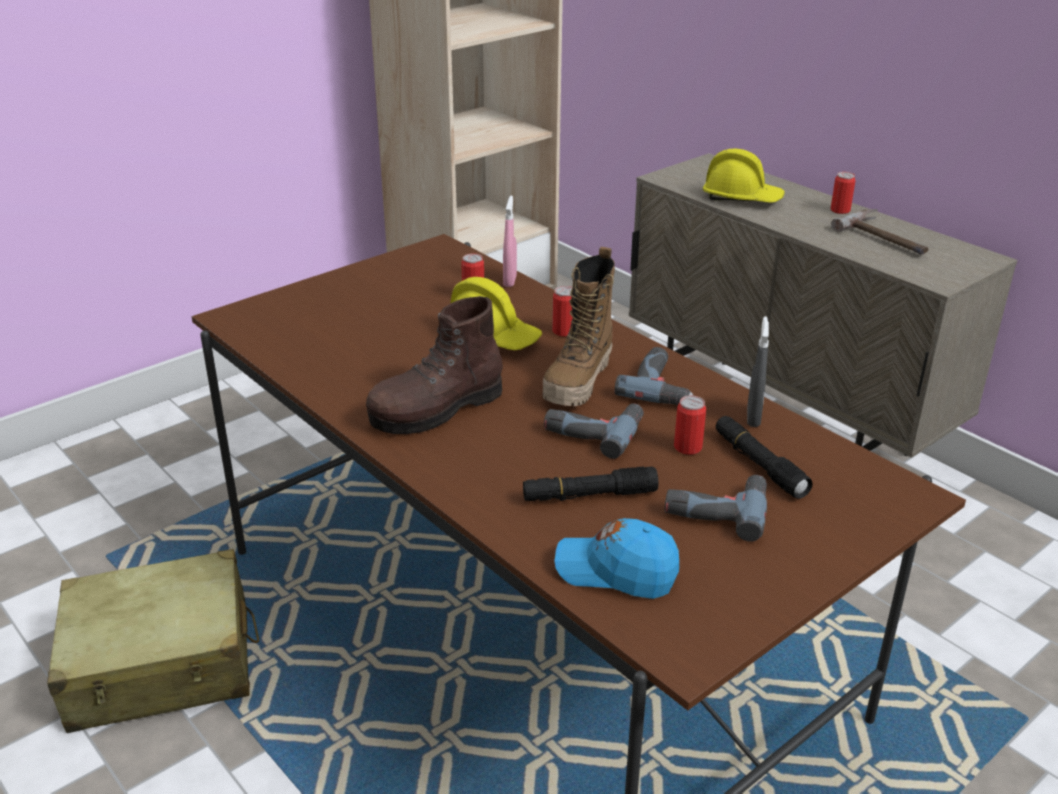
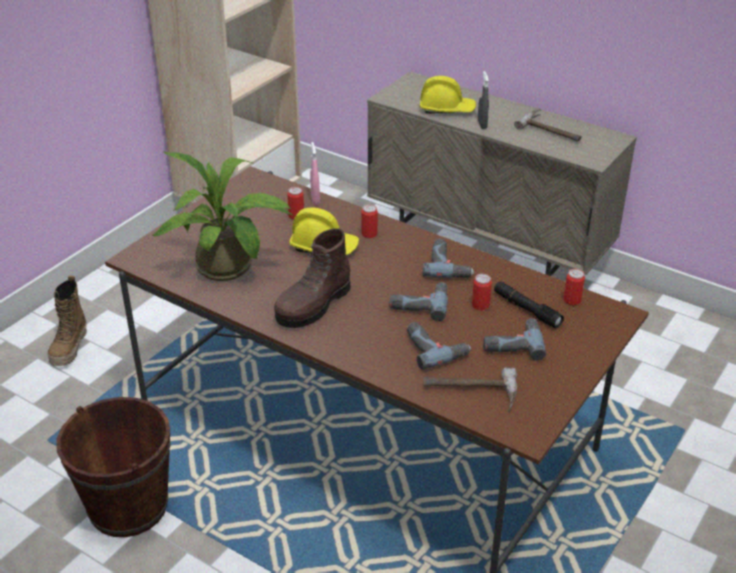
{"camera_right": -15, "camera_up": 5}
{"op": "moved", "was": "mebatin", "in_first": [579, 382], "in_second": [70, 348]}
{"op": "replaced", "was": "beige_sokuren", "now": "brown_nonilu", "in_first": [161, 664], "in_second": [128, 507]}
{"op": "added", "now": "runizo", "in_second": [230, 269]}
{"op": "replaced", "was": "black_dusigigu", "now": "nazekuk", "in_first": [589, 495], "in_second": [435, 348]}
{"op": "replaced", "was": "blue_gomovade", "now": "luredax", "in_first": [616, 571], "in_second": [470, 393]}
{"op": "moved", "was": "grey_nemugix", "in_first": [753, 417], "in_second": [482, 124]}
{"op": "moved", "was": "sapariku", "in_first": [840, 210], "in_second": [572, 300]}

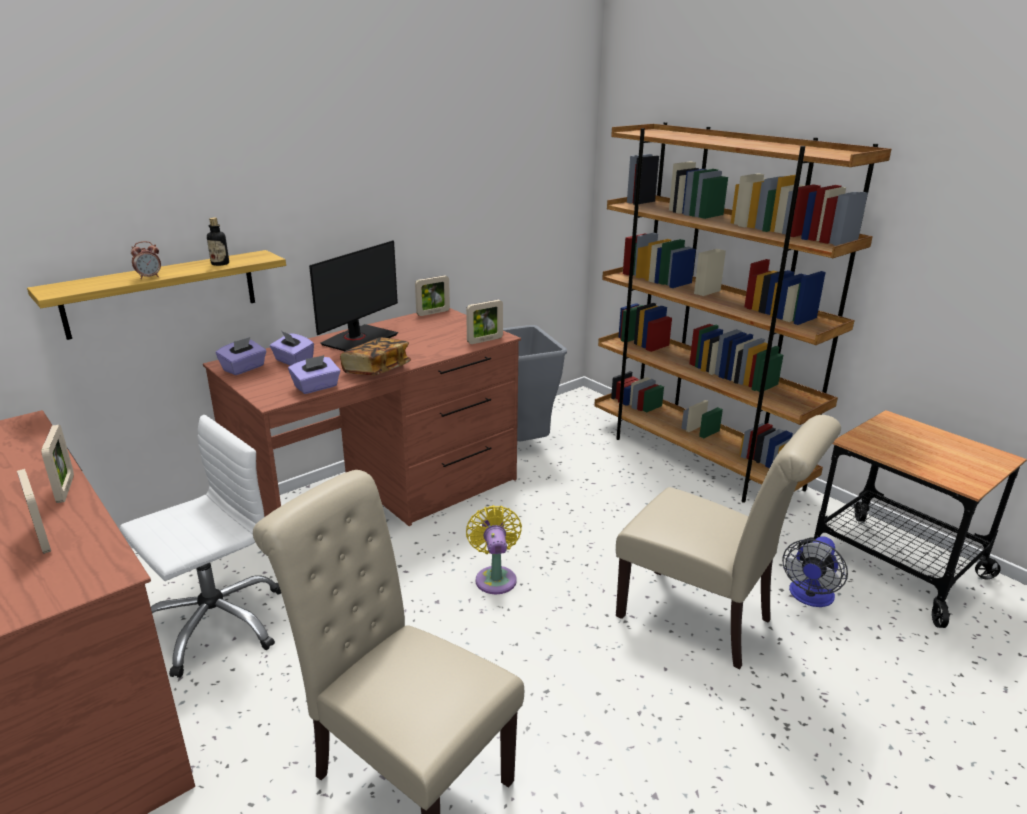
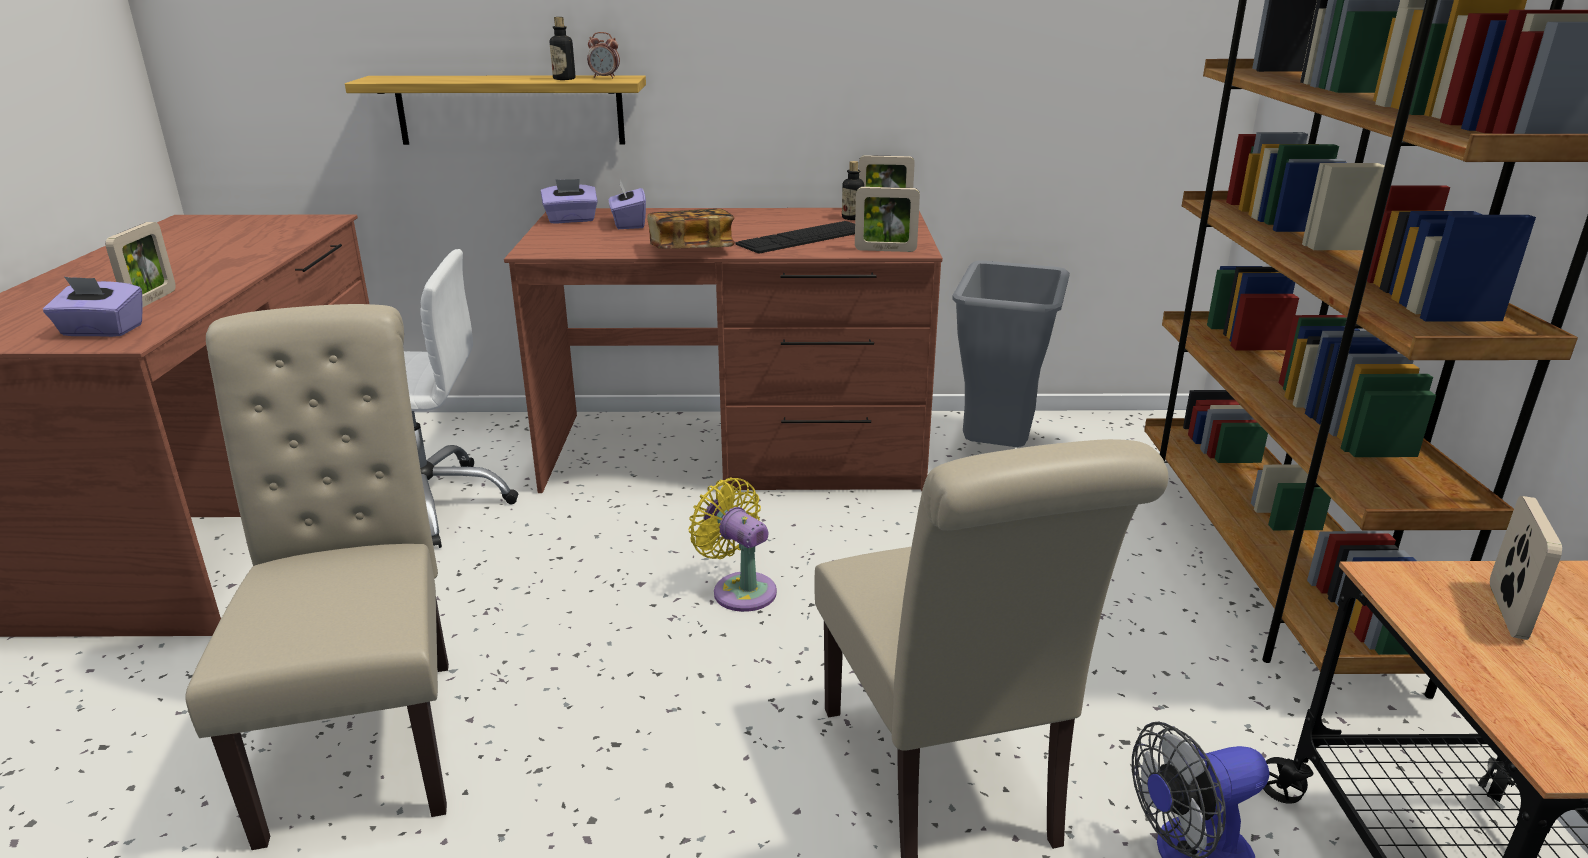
{"camera_right": 40, "camera_up": 0}
{"op": "moved", "was": "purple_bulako", "in_first": [316, 387], "in_second": [102, 331]}
{"op": "moved", "was": "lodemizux", "in_first": [149, 277], "in_second": [605, 77]}
{"op": "turned", "was": "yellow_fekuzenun", "in_first": [495, 577], "in_second": [740, 589], "clockwise": -75}
{"op": "added", "now": "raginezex", "in_second": [804, 237]}
{"op": "added", "now": "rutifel", "in_second": [852, 218]}
{"op": "moved", "was": "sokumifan", "in_first": [65, 489], "in_second": [1506, 611]}
{"op": "removed", "was": "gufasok", "in_first": [359, 339]}

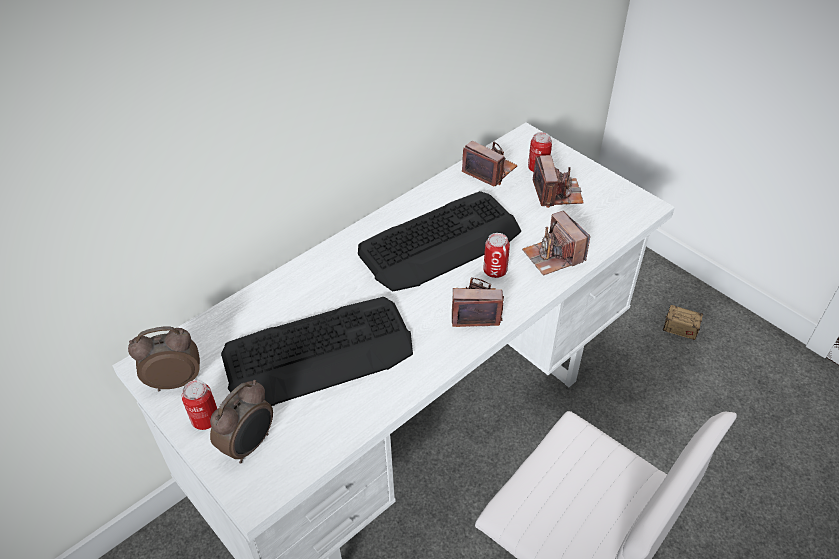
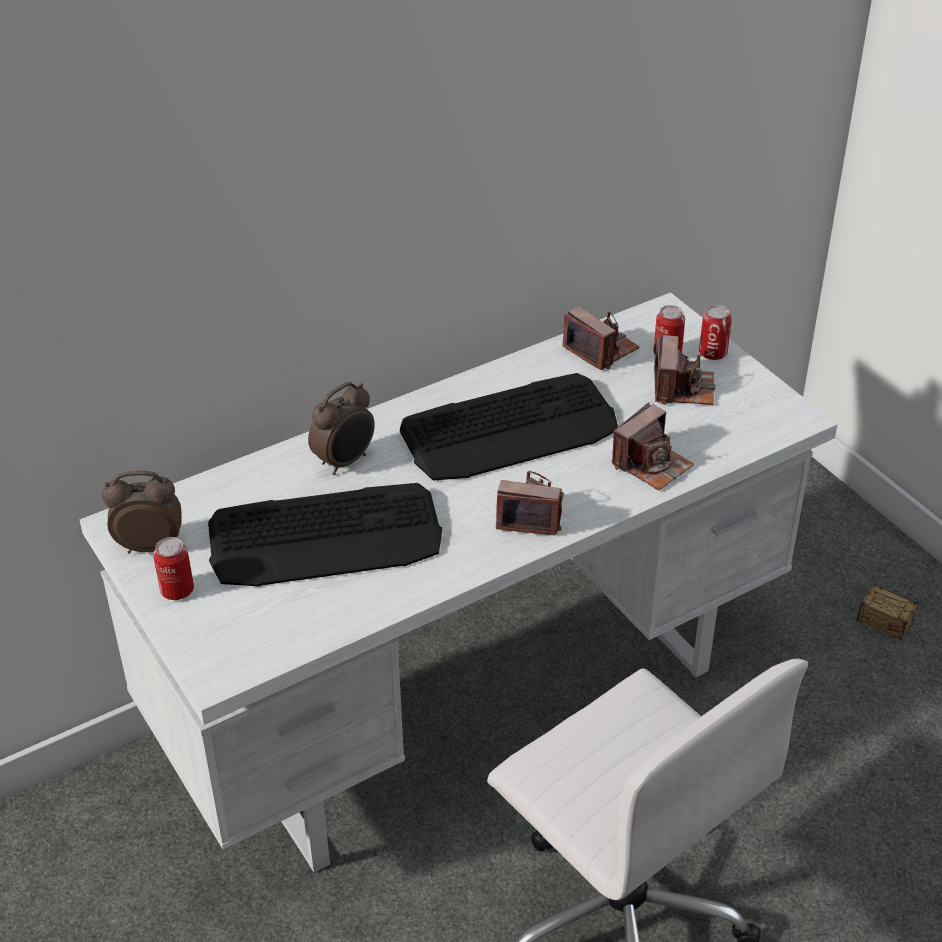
{"camera_right": 10, "camera_up": -5}
{"op": "moved", "was": "lodemizux", "in_first": [250, 445], "in_second": [345, 461]}
{"op": "turned", "was": "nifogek", "in_first": [553, 256], "in_second": [651, 464], "clockwise": -120}
{"op": "moved", "was": "sapariku", "in_first": [495, 271], "in_second": [712, 353]}

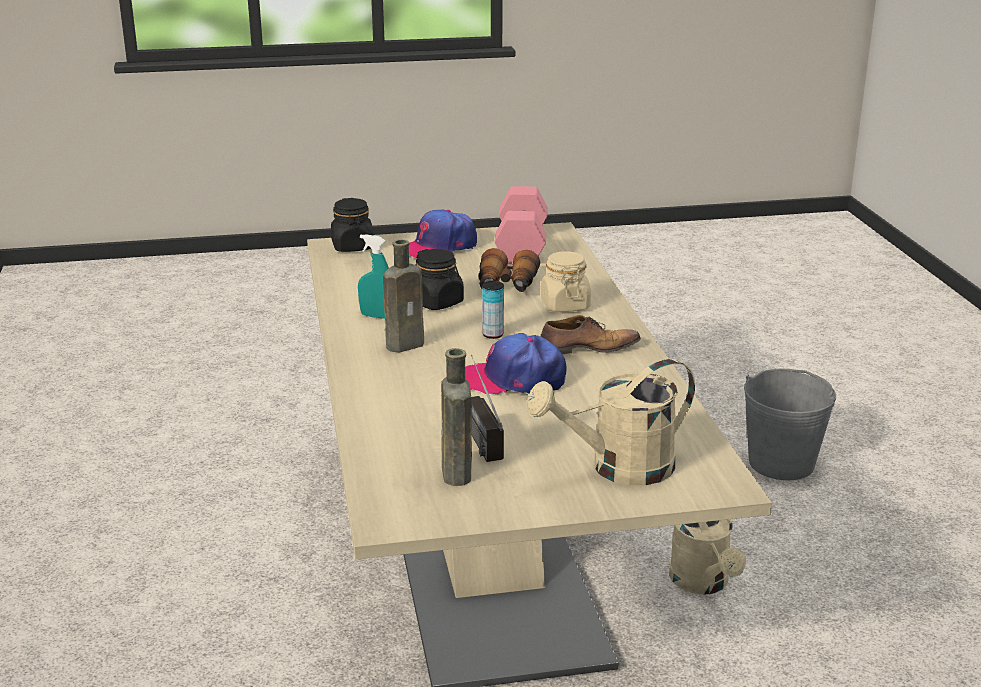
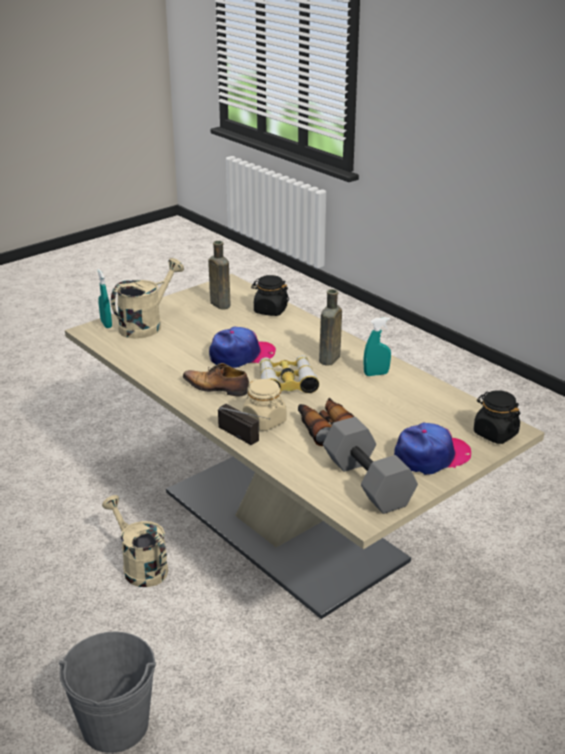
{"camera_right": 150, "camera_up": 5}
{"op": "added", "now": "turquoise_nemugix", "in_second": [106, 324]}
{"op": "turned", "was": "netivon", "in_first": [587, 349], "in_second": [217, 388], "clockwise": 60}
{"op": "moved", "was": "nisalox", "in_first": [477, 435], "in_second": [248, 438]}
{"op": "moved", "was": "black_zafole", "in_first": [437, 302], "in_second": [270, 310]}
{"op": "replaced", "was": "sapariku", "now": "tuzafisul", "in_first": [493, 334], "in_second": [286, 381]}
{"op": "recoloured", "was": "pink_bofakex", "now": "grey_bofakex", "in_first": [520, 245], "in_second": [369, 482]}
{"op": "turned", "was": "gomovade", "in_first": [439, 247], "in_second": [431, 456], "clockwise": 45}

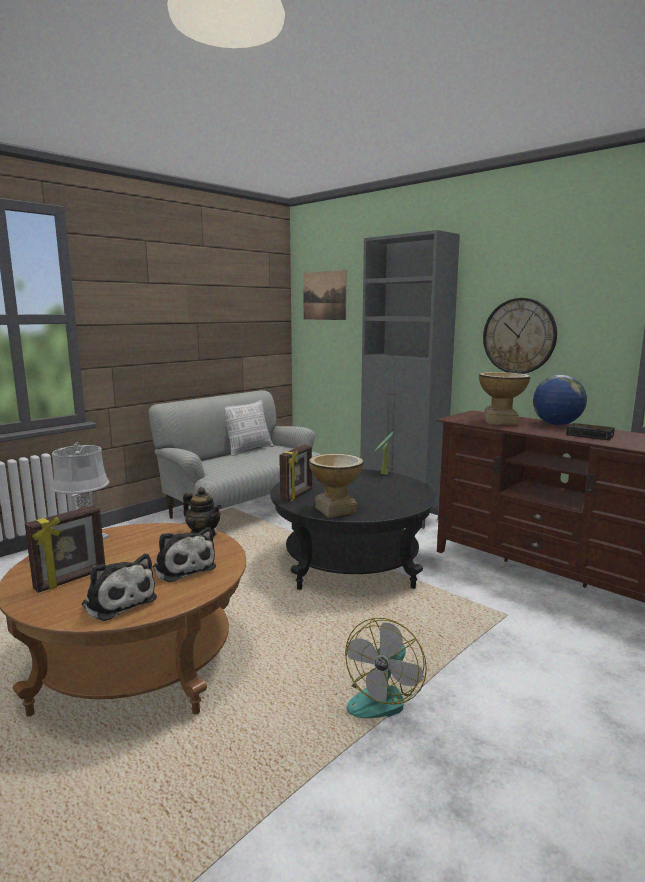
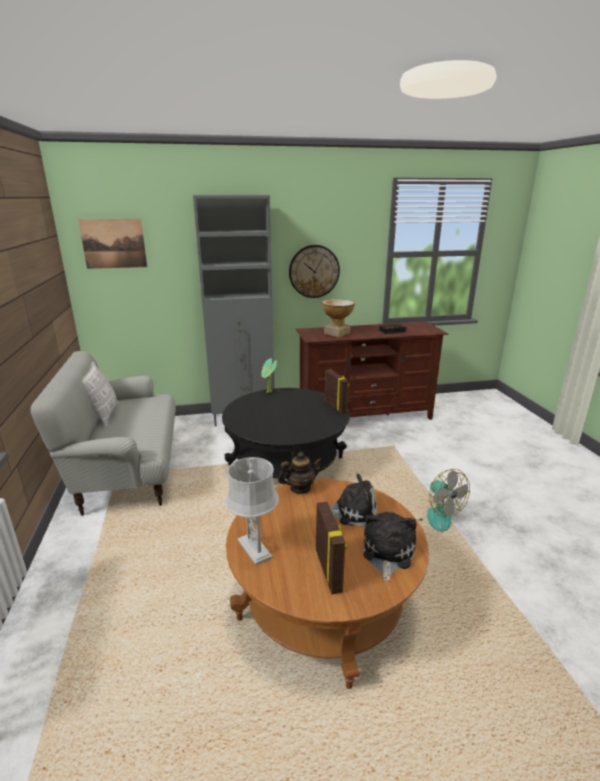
{"camera_right": -55, "camera_up": 10}
{"op": "moved", "was": "sokumifan", "in_first": [297, 495], "in_second": [336, 407]}
{"op": "turned", "was": "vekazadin", "in_first": [118, 601], "in_second": [387, 553], "clockwise": -60}
{"op": "removed", "was": "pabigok", "in_first": [335, 510]}
{"op": "removed", "was": "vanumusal", "in_first": [556, 424]}

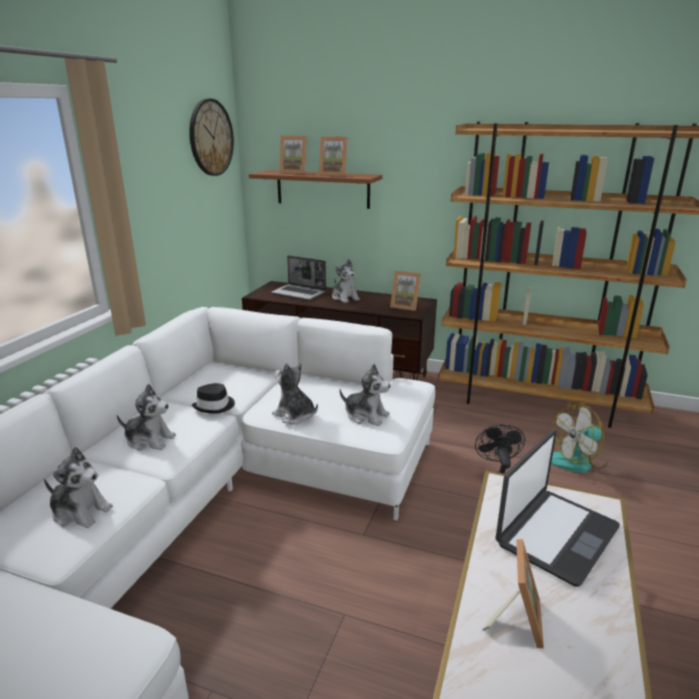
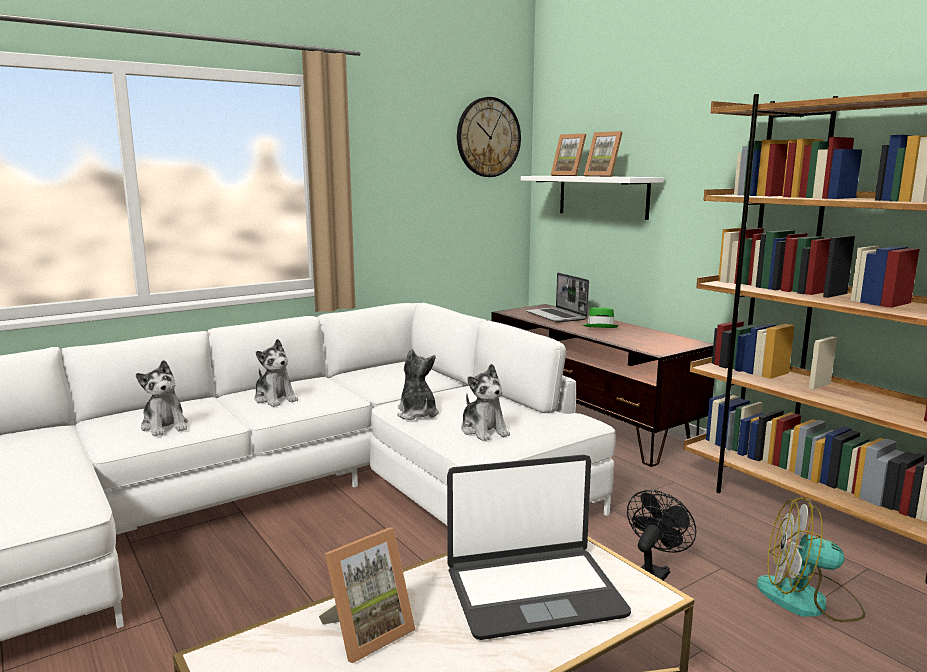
{"camera_right": 35, "camera_up": -10}
{"op": "recoloured", "was": "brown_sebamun", "now": "white_sebamun", "in_first": [322, 189], "in_second": [602, 196]}
{"op": "replaced", "was": "vekazadin", "now": "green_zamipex", "in_first": [345, 298], "in_second": [600, 326]}
{"op": "removed", "was": "black_zamipex", "in_first": [215, 406]}
{"op": "removed", "was": "sokumifan", "in_first": [405, 306]}

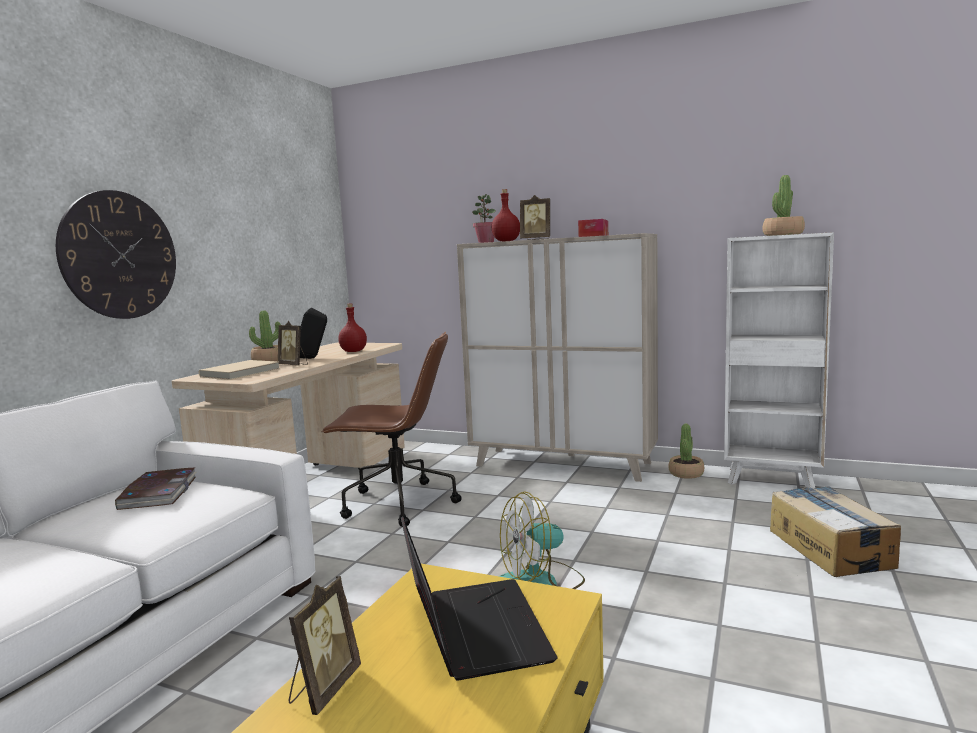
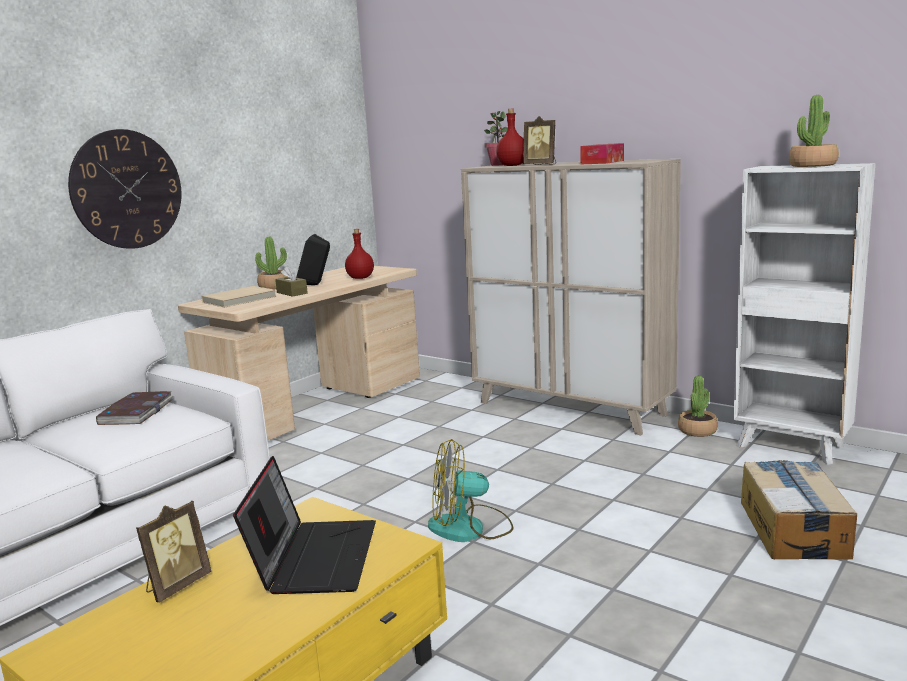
{"camera_right": 15, "camera_up": 5}
{"op": "replaced", "was": "sokumifan", "now": "brown_bulako", "in_first": [294, 365], "in_second": [292, 293]}
{"op": "removed", "was": "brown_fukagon", "in_first": [397, 504]}

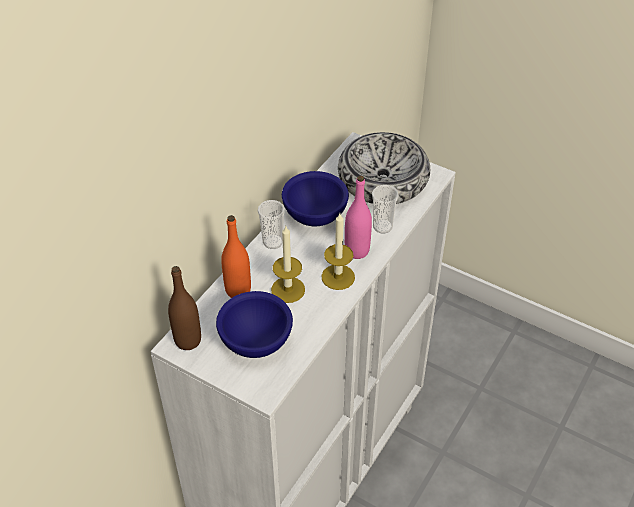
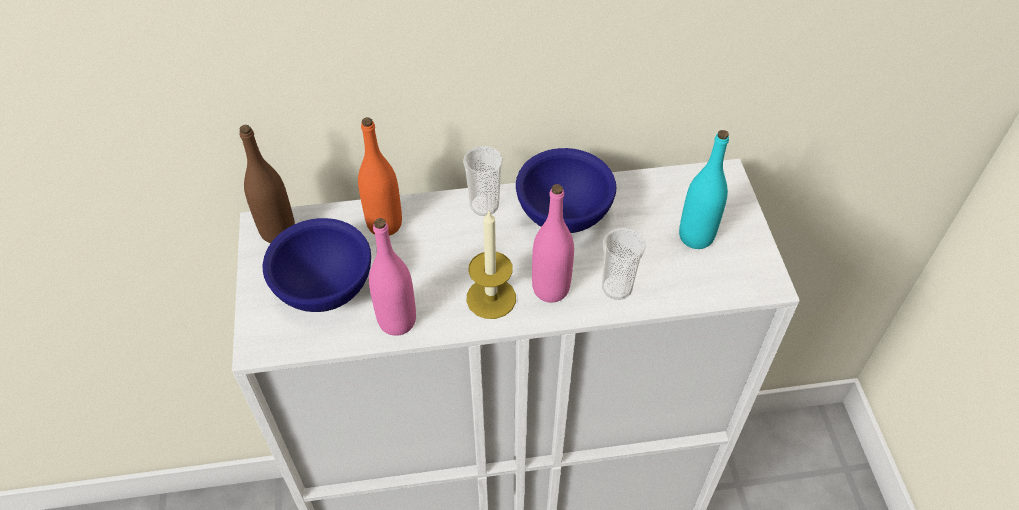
{"camera_right": 50, "camera_up": 5}
{"op": "added", "now": "pink_rutifel", "in_second": [397, 321]}
{"op": "replaced", "was": "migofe", "now": "turquoise_rutifel", "in_first": [383, 179], "in_second": [696, 236]}
{"op": "removed", "was": "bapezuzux", "in_first": [288, 289]}

